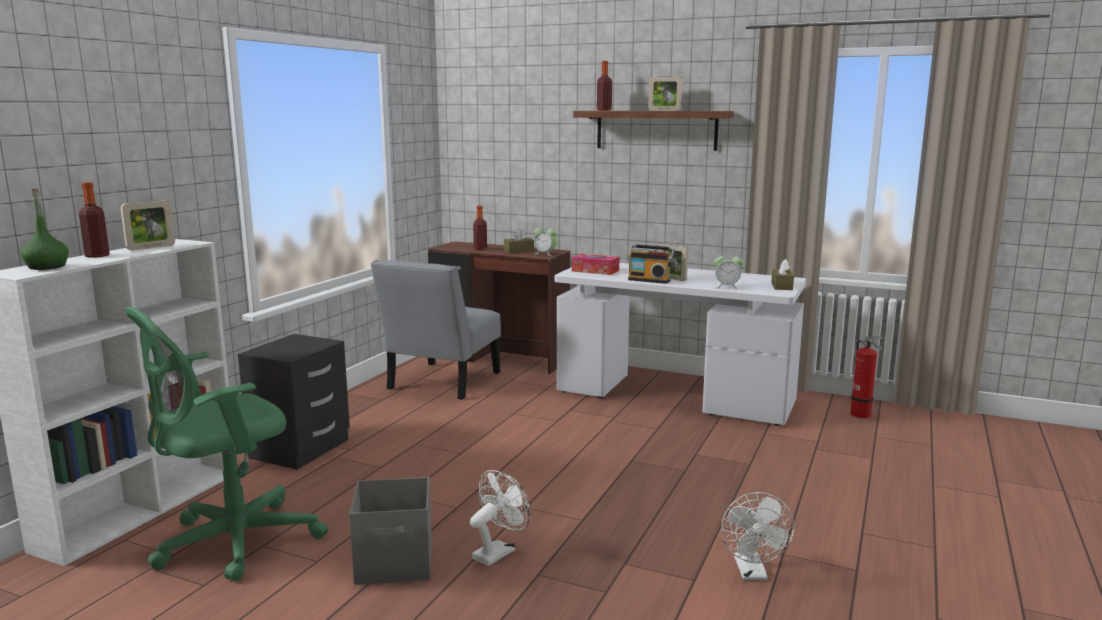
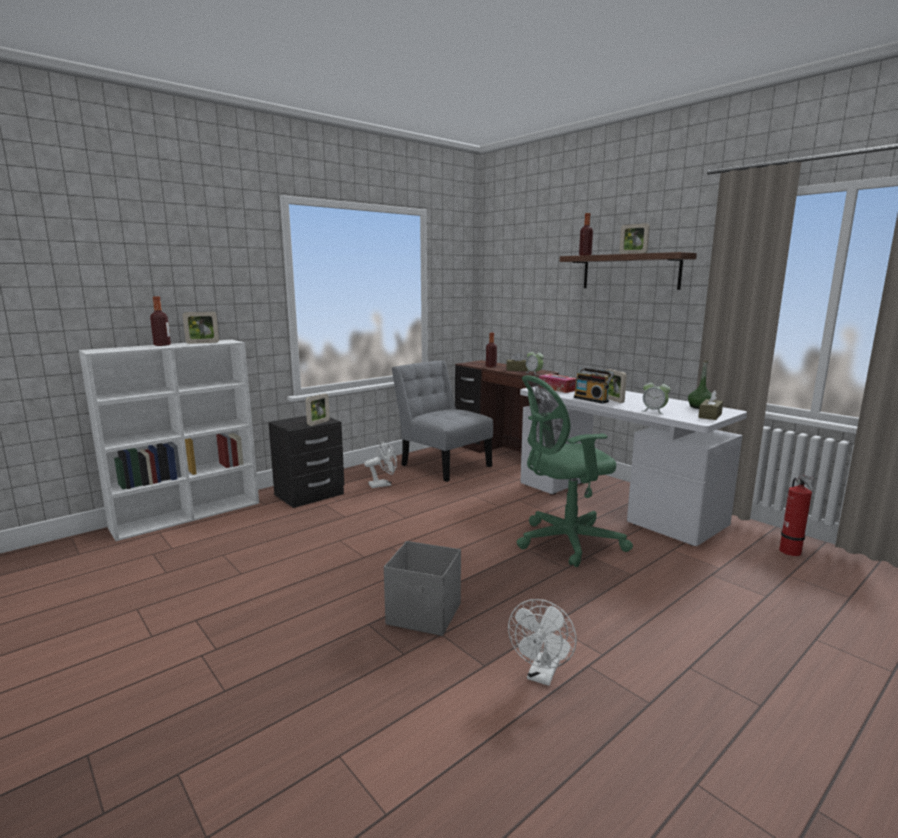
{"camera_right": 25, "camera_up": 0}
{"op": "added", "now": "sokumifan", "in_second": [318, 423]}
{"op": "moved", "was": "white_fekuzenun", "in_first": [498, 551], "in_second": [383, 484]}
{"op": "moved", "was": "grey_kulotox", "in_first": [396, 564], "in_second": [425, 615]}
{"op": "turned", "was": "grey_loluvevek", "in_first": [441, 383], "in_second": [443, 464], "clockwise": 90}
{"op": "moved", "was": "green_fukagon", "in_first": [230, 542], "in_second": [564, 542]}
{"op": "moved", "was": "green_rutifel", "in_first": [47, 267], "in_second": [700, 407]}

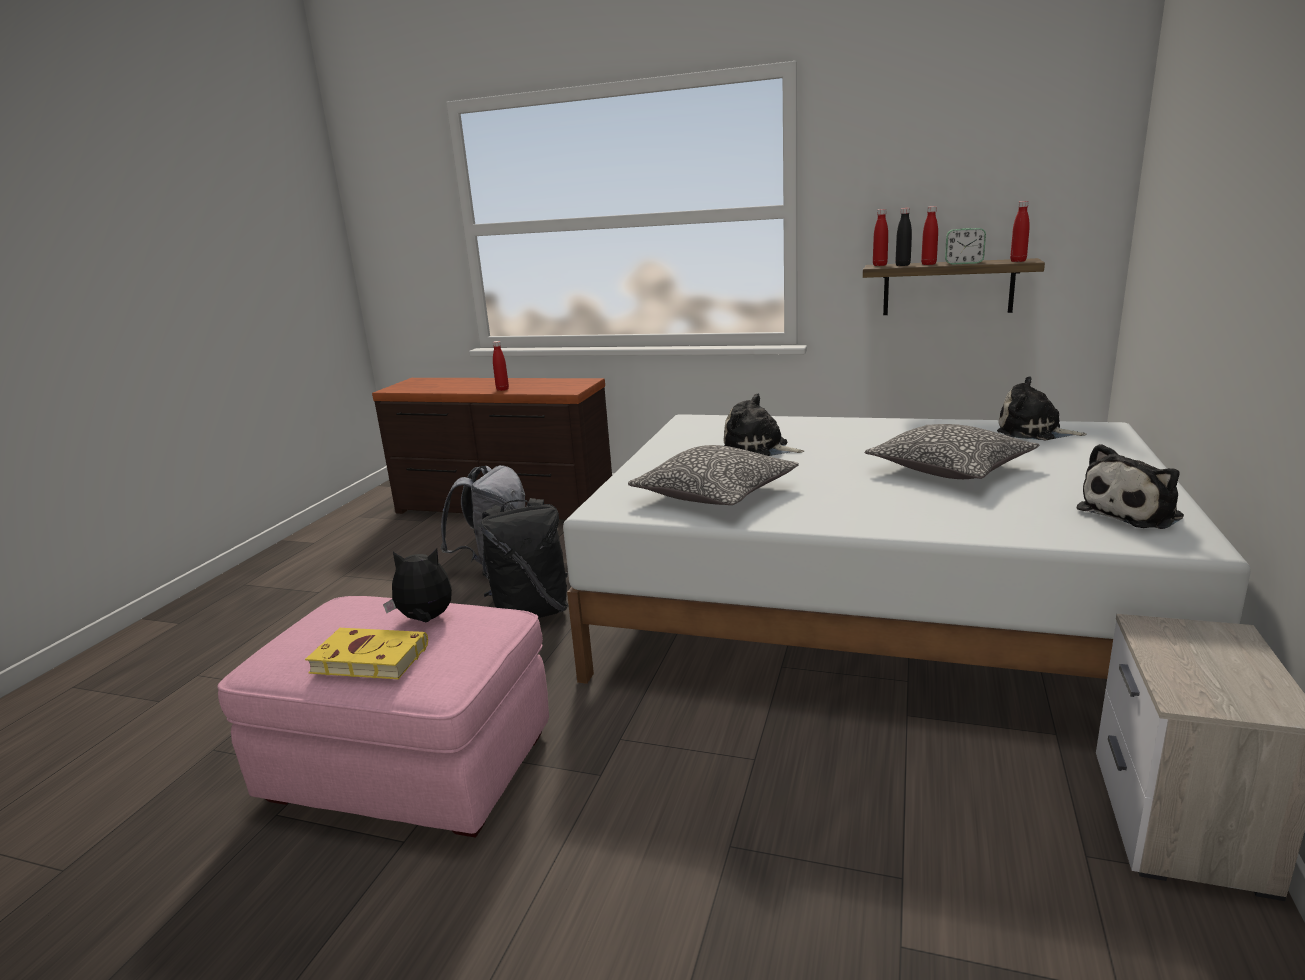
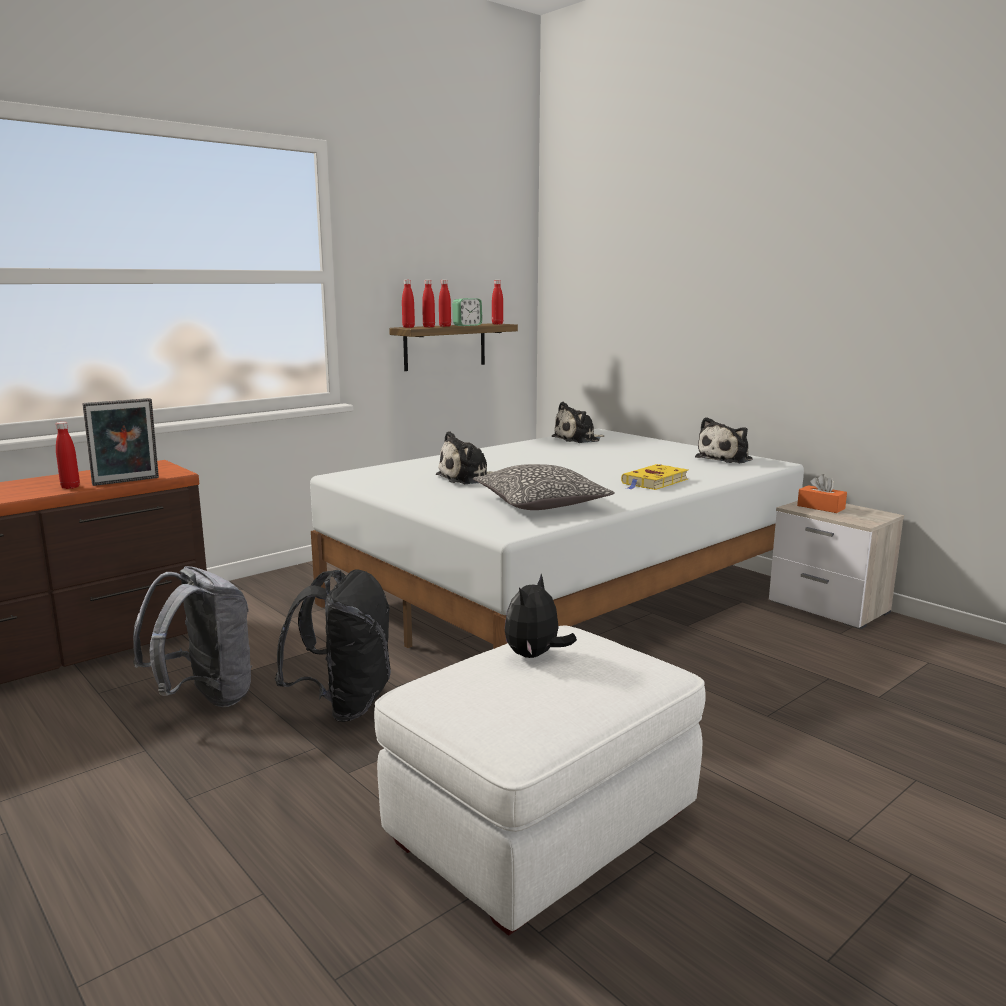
{"camera_right": -60, "camera_up": -5}
{"op": "added", "now": "sokumifan", "in_second": [126, 482]}
{"op": "recoloured", "was": "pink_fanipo", "now": "white_fanipo", "in_first": [408, 766], "in_second": [540, 828]}
{"op": "recoloured", "was": "black_rutifel", "now": "red_rutifel", "in_first": [902, 265], "in_second": [429, 327]}
{"op": "moved", "was": "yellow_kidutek", "in_first": [366, 659], "in_second": [654, 482]}
{"op": "turned", "was": "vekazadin", "in_first": [1133, 513], "in_second": [726, 459], "clockwise": 45}
{"op": "added", "now": "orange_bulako", "in_second": [821, 507]}
{"op": "removed", "was": "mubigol", "in_first": [950, 468]}

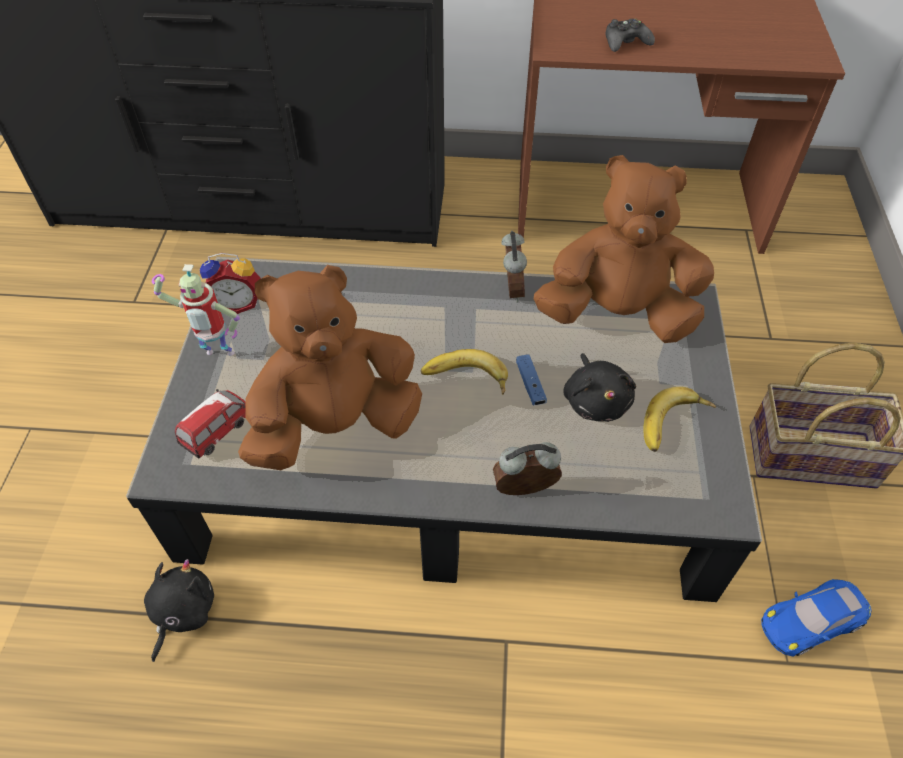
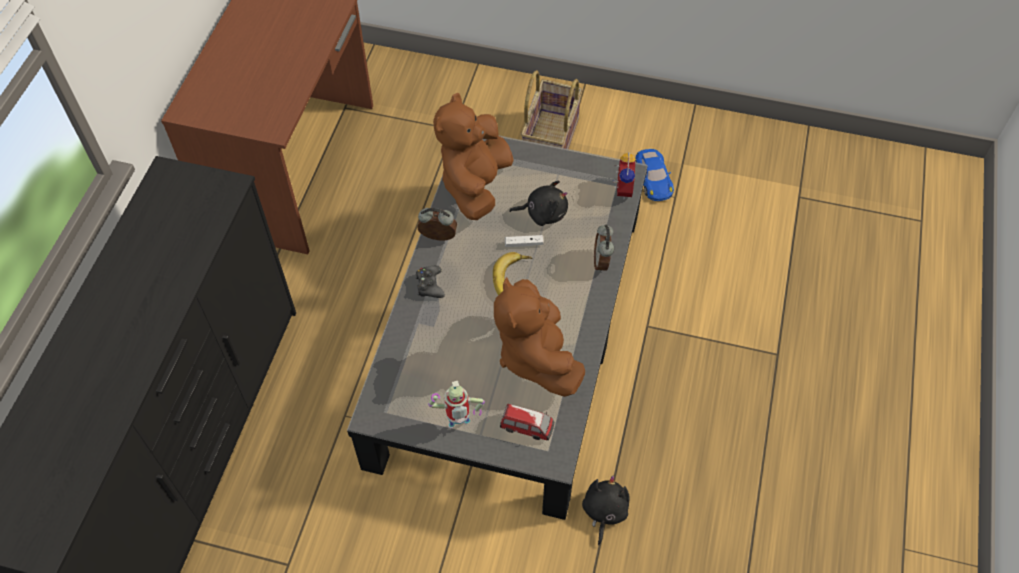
{"camera_right": -80, "camera_up": 5}
{"op": "moved", "was": "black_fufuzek", "in_first": [626, 42], "in_second": [430, 285]}
{"op": "turned", "was": "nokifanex", "in_first": [218, 356], "in_second": [458, 427], "clockwise": 60}
{"op": "turned", "was": "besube", "in_first": [217, 430], "in_second": [527, 427], "clockwise": 150}
{"op": "recoloured", "was": "blue_fufuzek", "now": "white_fufuzek", "in_first": [530, 384], "in_second": [524, 244]}
{"op": "turned", "was": "black_vekazadin", "in_first": [182, 612], "in_second": [604, 511], "clockwise": 75}
{"op": "moved", "was": "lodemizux", "in_first": [238, 303], "in_second": [621, 189]}
{"op": "removed", "was": "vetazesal", "in_first": [675, 425]}

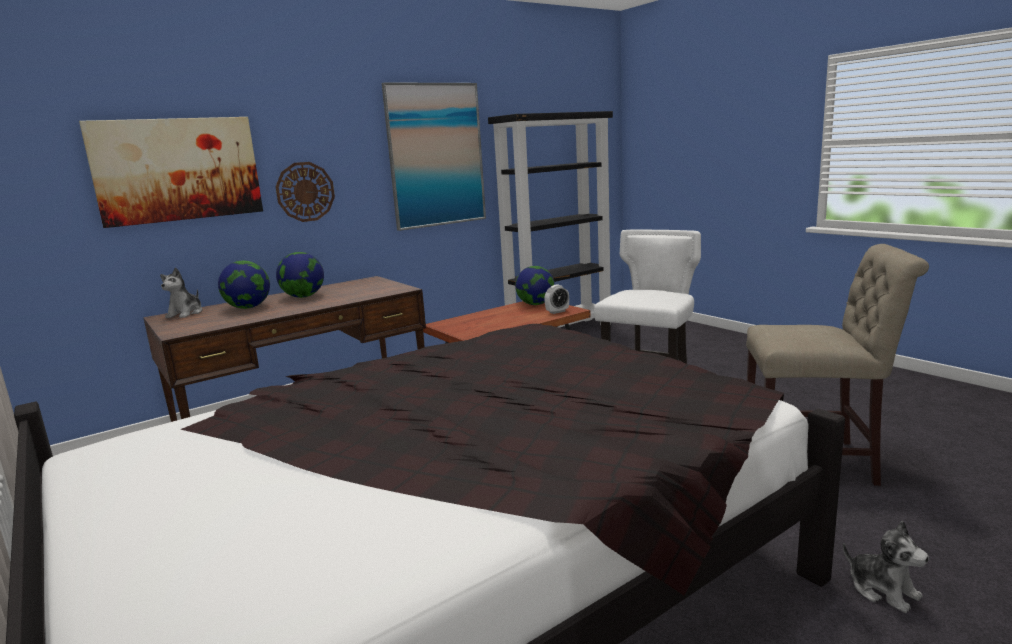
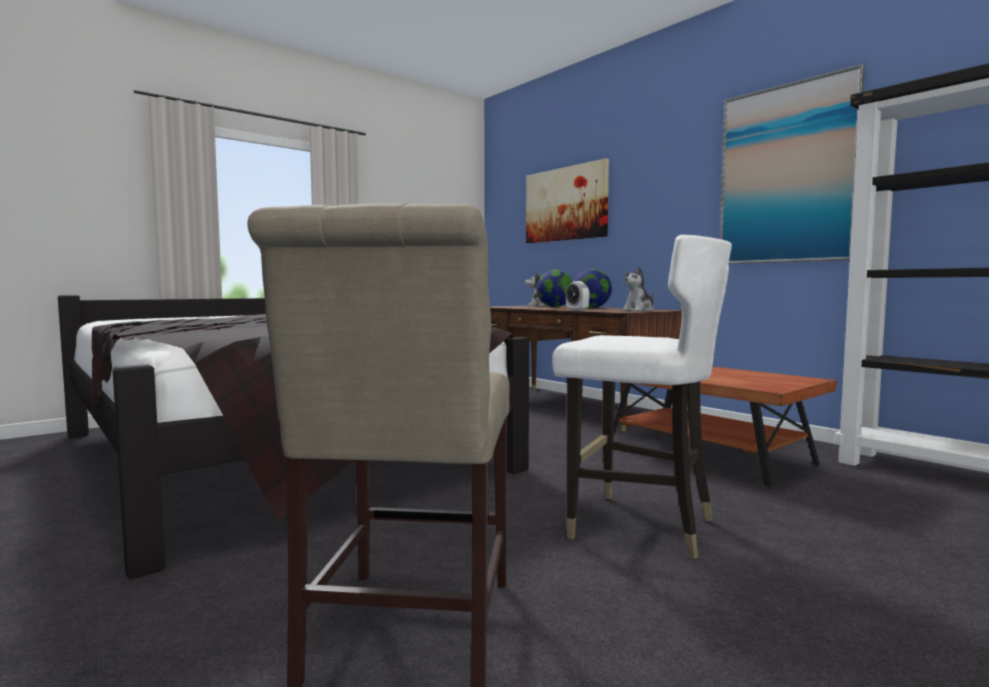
{"camera_right": 85, "camera_up": -10}
{"op": "moved", "was": "lodemizux", "in_first": [557, 312], "in_second": [577, 310]}
{"op": "moved", "was": "vekazadin", "in_first": [883, 590], "in_second": [639, 311]}
{"op": "removed", "was": "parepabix", "in_first": [305, 192]}
{"op": "removed", "was": "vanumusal", "in_first": [535, 304]}

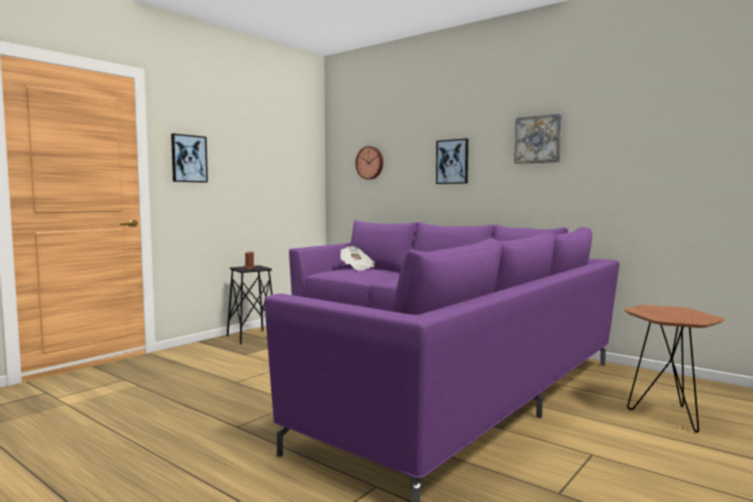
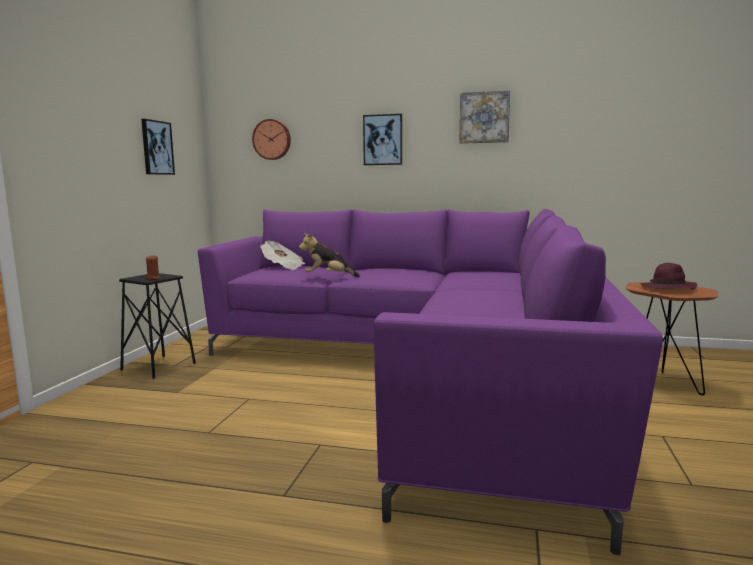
{"camera_right": -25, "camera_up": 5}
{"op": "moved", "was": "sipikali", "in_first": [188, 158], "in_second": [157, 148]}
{"op": "added", "now": "vekazadin", "in_second": [328, 277]}
{"op": "added", "now": "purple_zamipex", "in_second": [668, 289]}

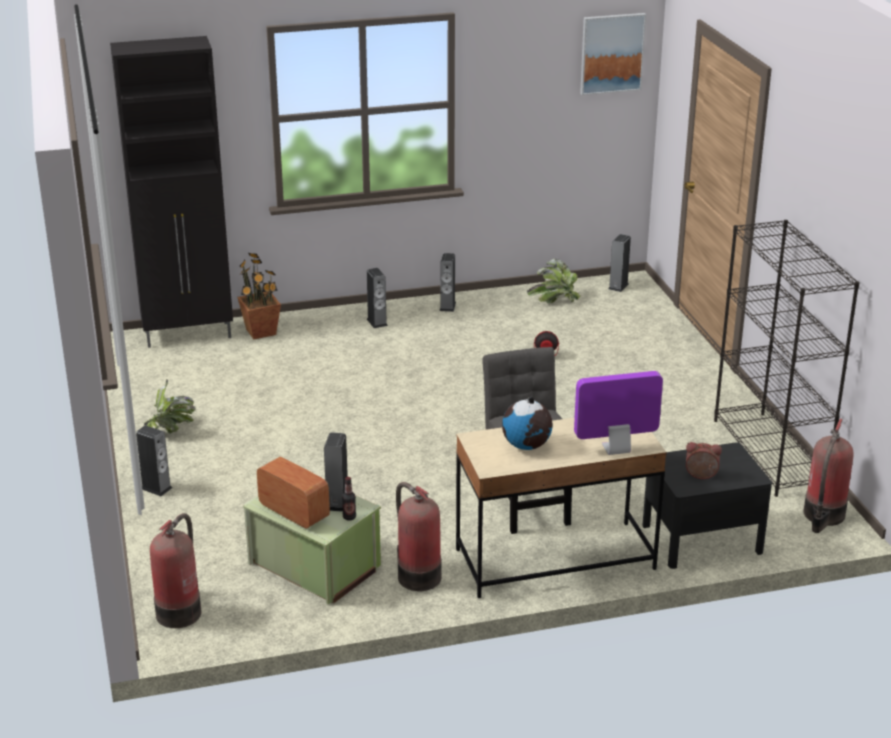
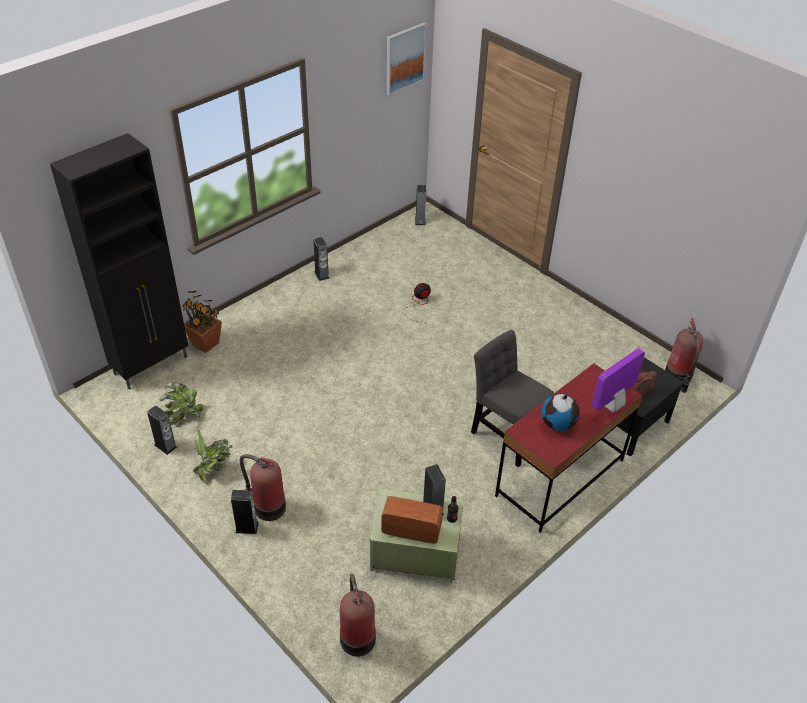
{"camera_right": -30, "camera_up": 15}
{"op": "moved", "was": "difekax", "in_first": [377, 322], "in_second": [165, 446]}
{"op": "moved", "was": "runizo", "in_first": [554, 301], "in_second": [182, 416]}
{"op": "moved", "was": "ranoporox", "in_first": [417, 575], "in_second": [267, 506]}
{"op": "recoloured", "was": "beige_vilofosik", "now": "red_vilofosik", "in_first": [554, 559], "in_second": [559, 478]}
{"op": "removed", "was": "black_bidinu", "in_first": [770, 453]}

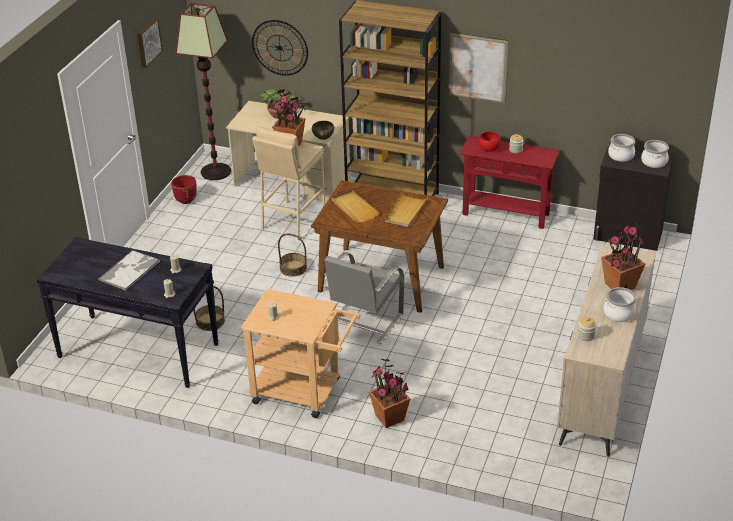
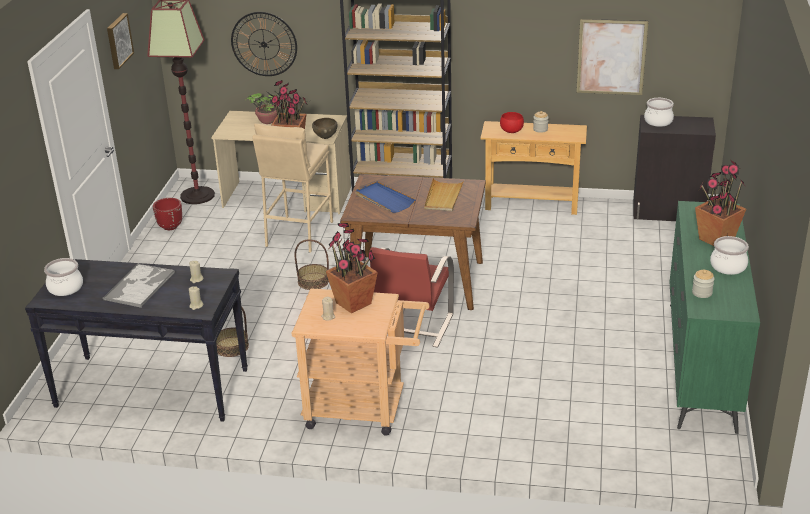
{"camera_right": -10, "camera_up": -5}
{"op": "moved", "was": "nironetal", "in_first": [654, 162], "in_second": [66, 288]}
{"op": "moved", "was": "runizo", "in_first": [390, 418], "in_second": [354, 303]}
{"op": "recoloured", "was": "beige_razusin", "now": "blue_razusin", "in_first": [354, 208], "in_second": [384, 199]}
{"op": "recoloured", "was": "grey_loluvevek", "now": "red_loluvevek", "in_first": [364, 321], "in_second": [411, 326]}
{"op": "recoloured", "was": "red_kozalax", "now": "beige_kozalax", "in_first": [506, 214], "in_second": [531, 204]}
{"op": "moved", "was": "sipikali", "in_first": [478, 68], "in_second": [611, 57]}
{"op": "recoloured", "was": "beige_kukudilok", "now": "green_kukudilok", "in_first": [600, 389], "in_second": [700, 365]}

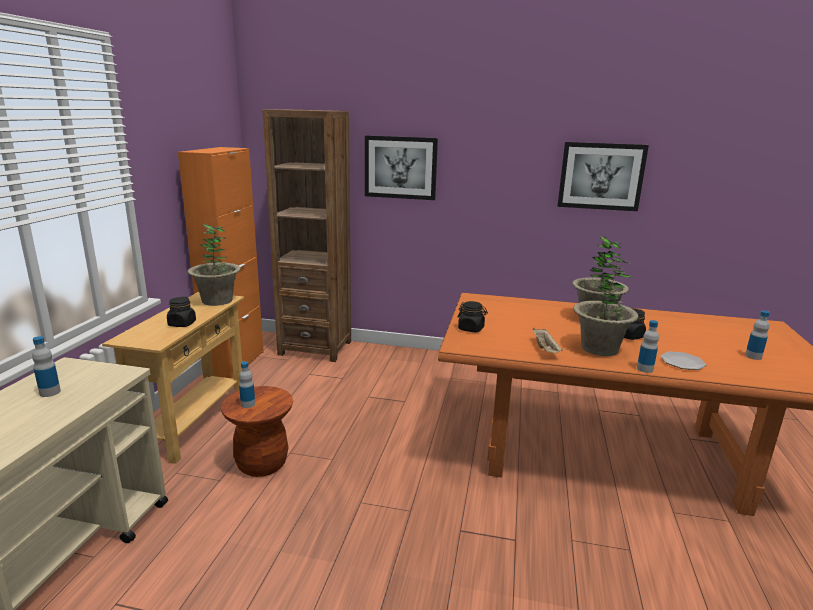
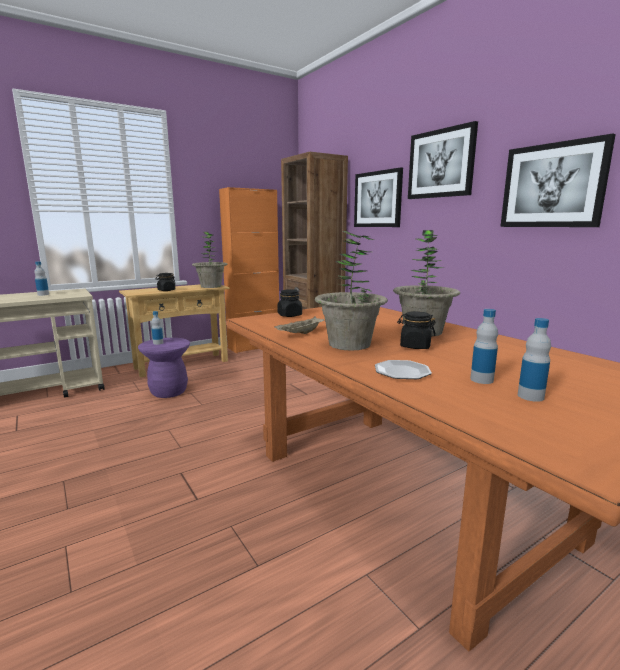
{"camera_right": 45, "camera_up": -5}
{"op": "recoloured", "was": "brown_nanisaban", "now": "purple_nanisaban", "in_first": [262, 464], "in_second": [168, 392]}
{"op": "added", "now": "sipikali", "in_second": [441, 164]}
{"op": "moved", "was": "rutifel", "in_first": [645, 369], "in_second": [481, 380]}

